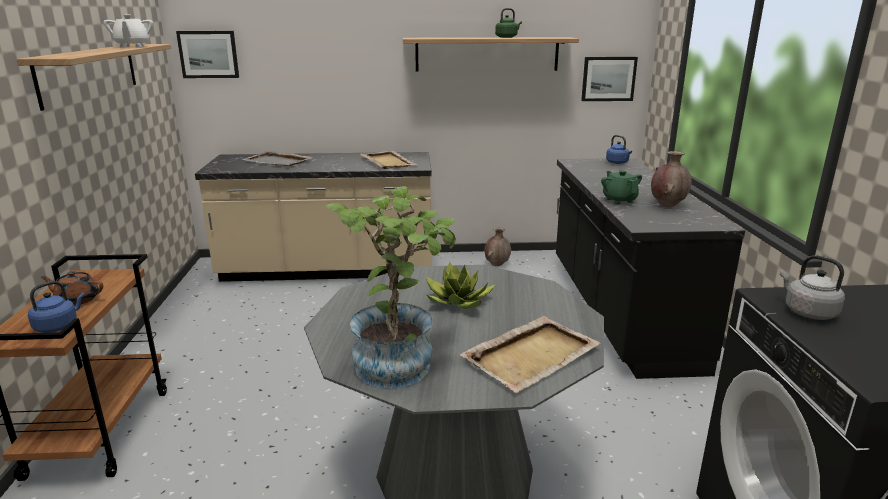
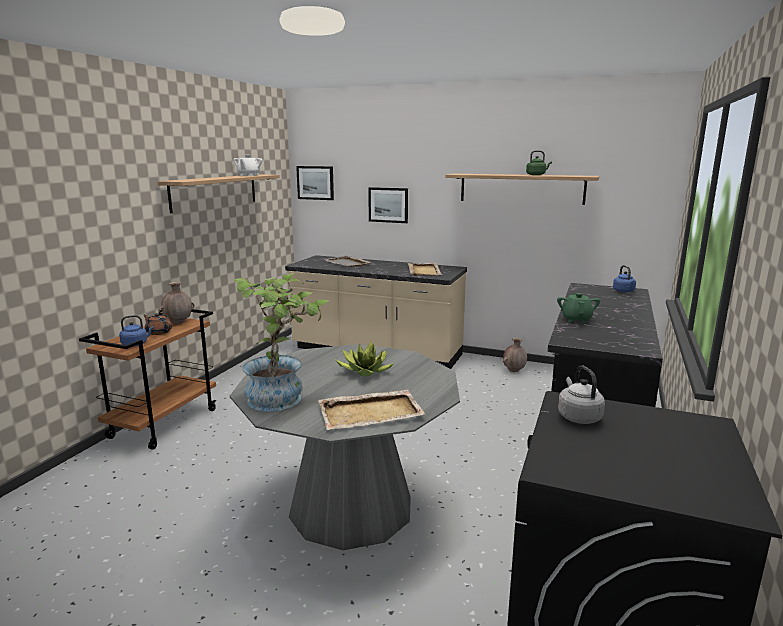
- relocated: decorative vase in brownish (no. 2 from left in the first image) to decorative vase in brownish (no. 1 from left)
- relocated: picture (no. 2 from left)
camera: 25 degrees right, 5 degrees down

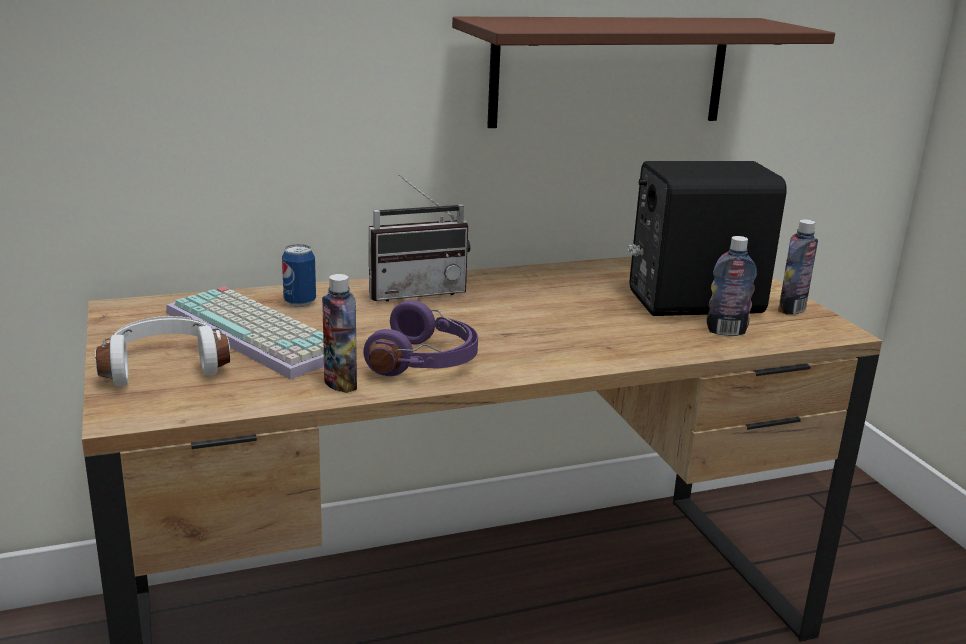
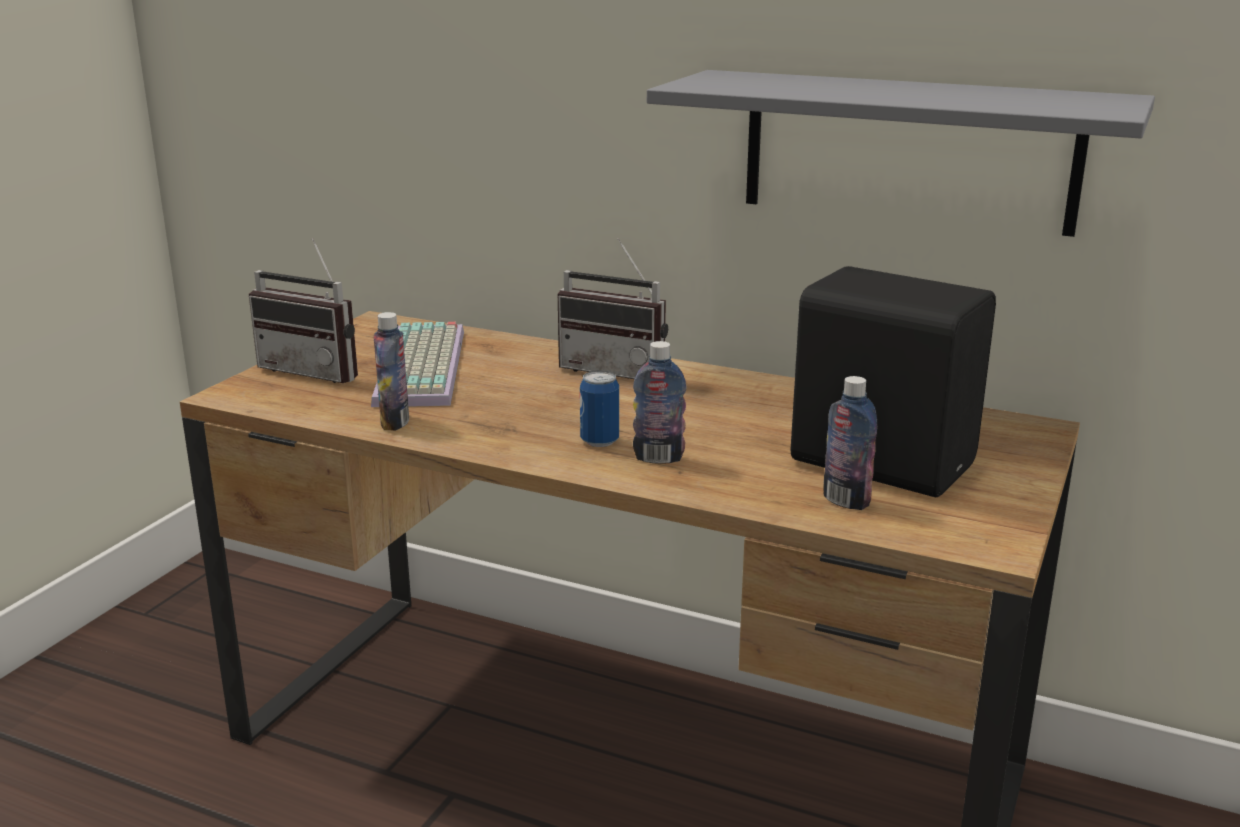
- exchanged: headset in white-coloured to radio set (no. 1 from left)
- relocated: can
- relocated: drink bottle (no. 3 from left in the first image) to drink bottle (no. 2 from left)
- colour: shelf in brownish to shelf in grey
- missing: headset in purple
camera: 45 degrees right, 0 degrees up

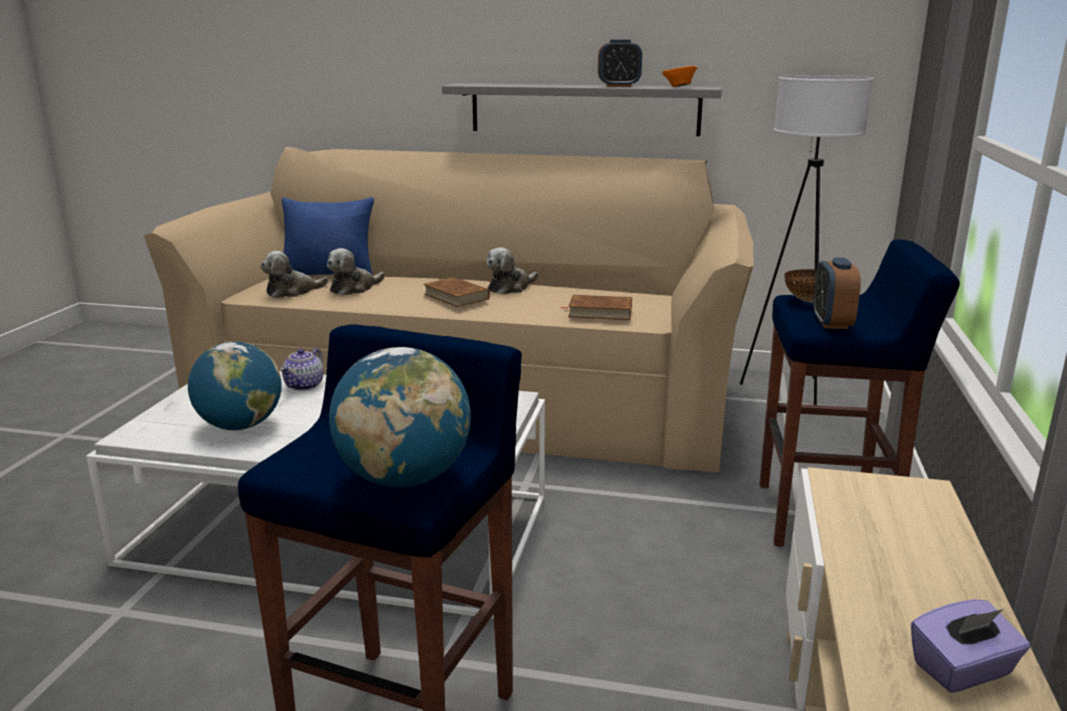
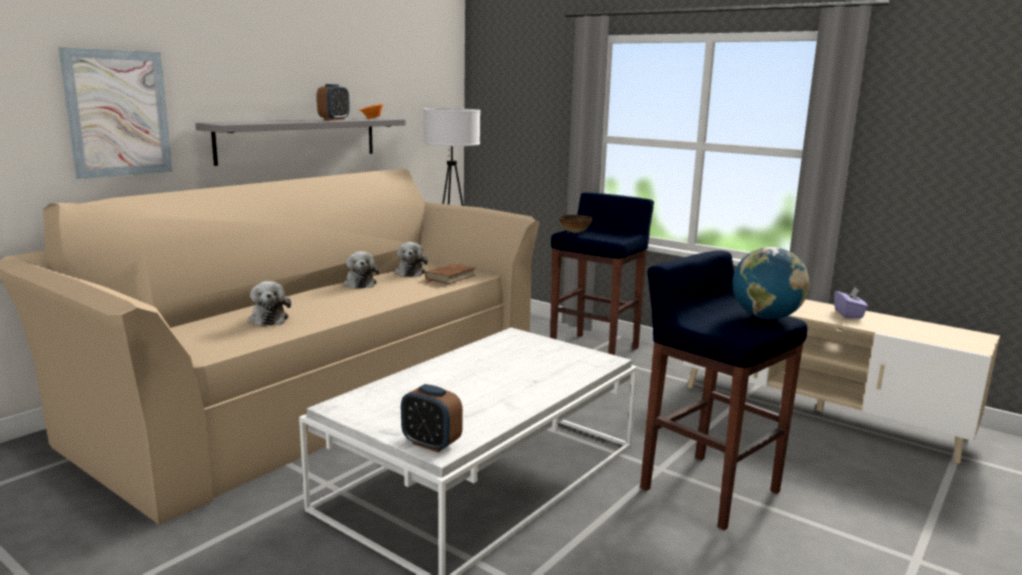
- appeared: picture
- relocated: cuddly toy (no. 1 from left in the first image) to cuddly toy (no. 3 from left)
- relocated: alarm clock (no. 2 from left)
- missing: globe (no. 1 from left)
- missing: teapot
- missing: throw pillow in blue
- missing: bound book in brownish (no. 1 from left)
camera: 65 degrees left, 5 degrees down

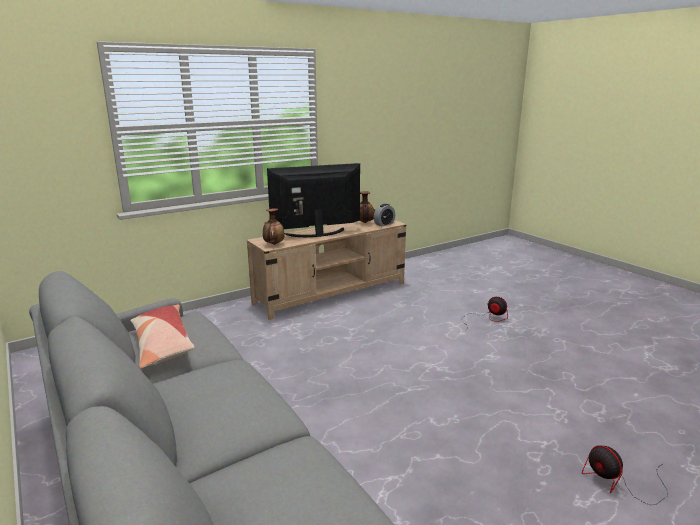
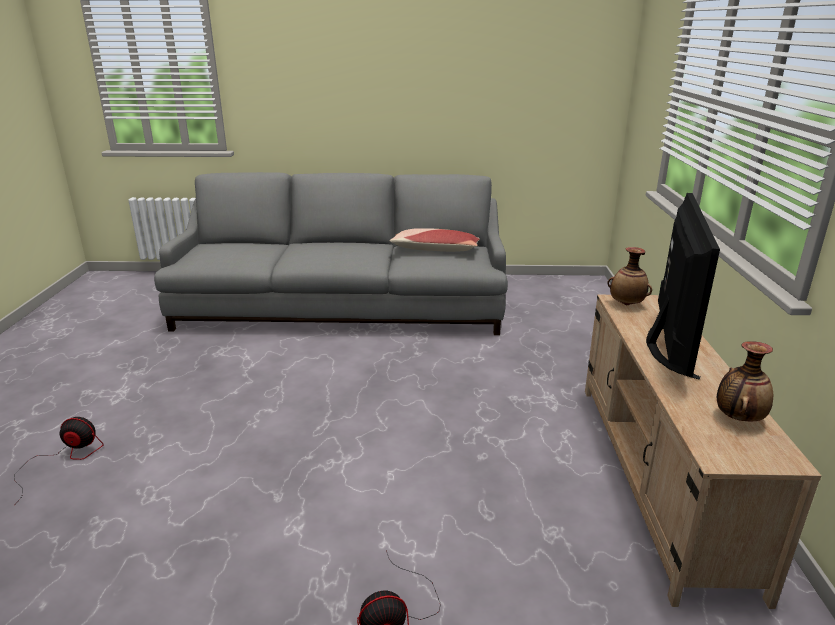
- missing: alarm clock
camera: 125 degrees right, 5 degrees up

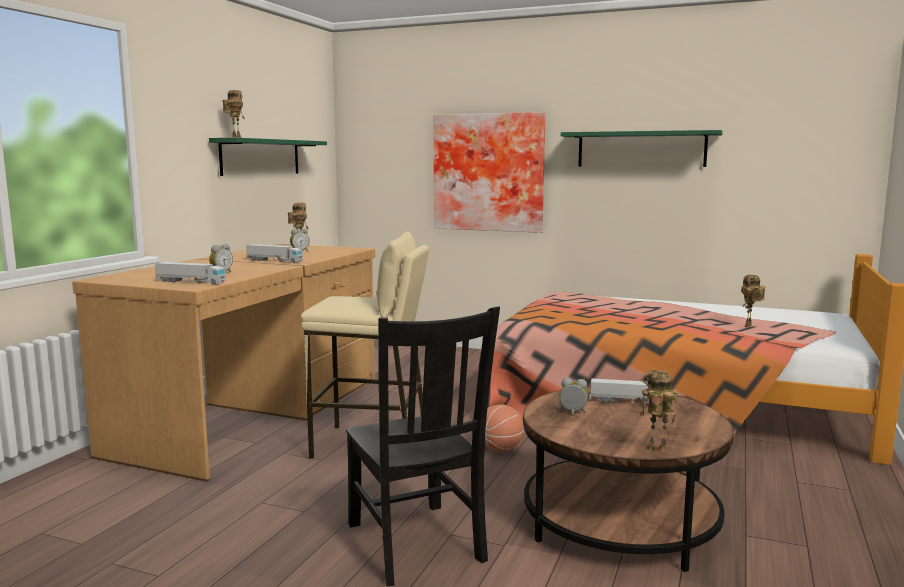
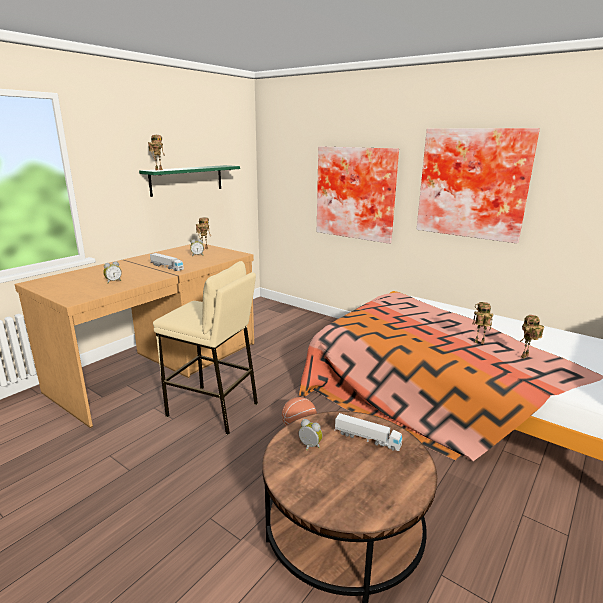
- exchanged: shelf in green-coloured (no. 2 from left) to picture (no. 2 from left)
- relocated: model robot (no. 3 from left)
- missing: model truck (no. 1 from left)
- missing: upright chair in black
camera: 15 degrees right, 10 degrees up

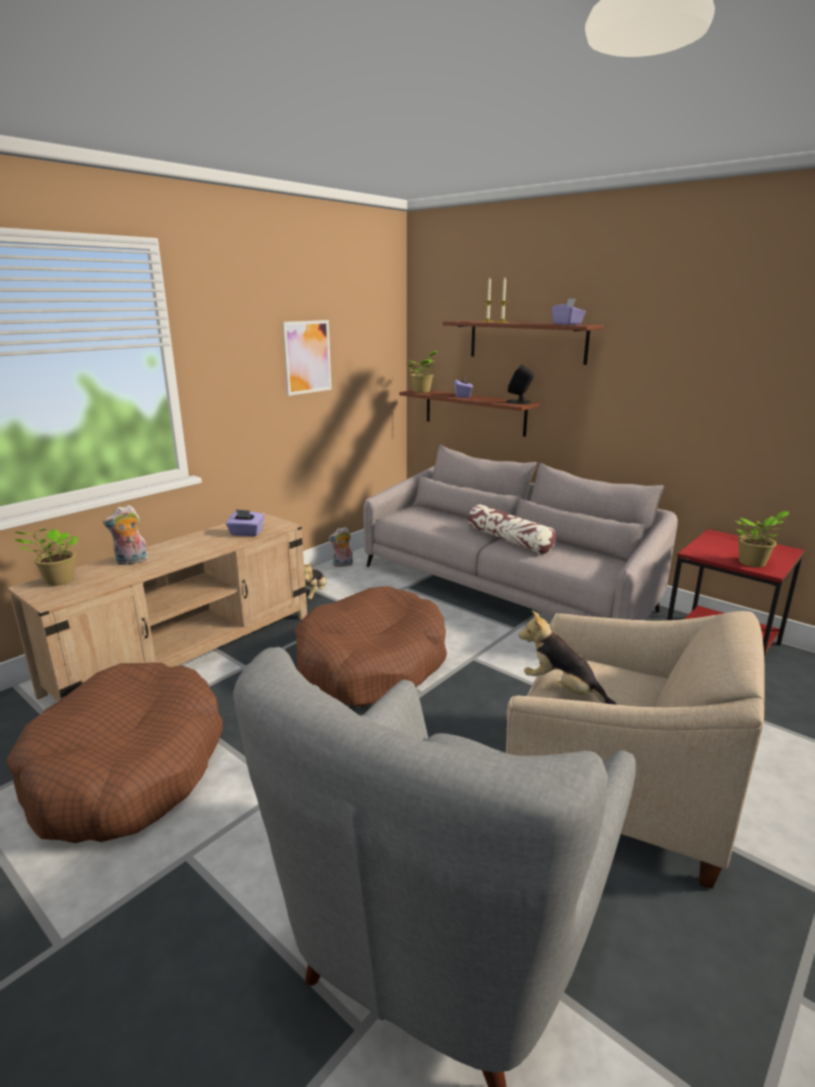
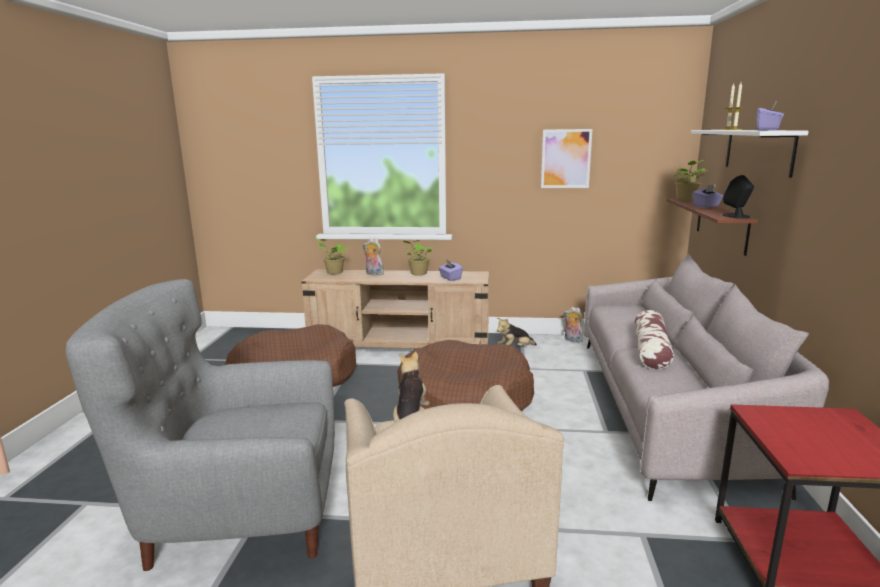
- relocated: houseplant (no. 3 from left in the first image) to houseplant (no. 2 from left)
- colour: shelf in brownish (no. 2 from left) to shelf in white-coloured
camera: 55 degrees right, 5 degrees down

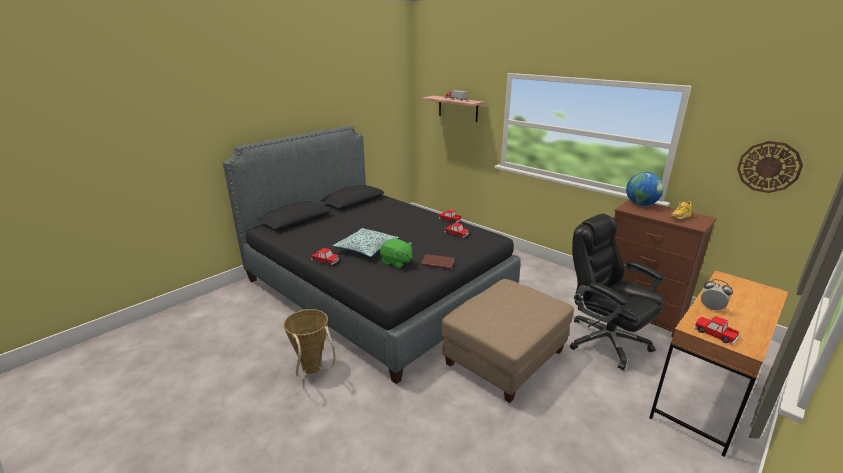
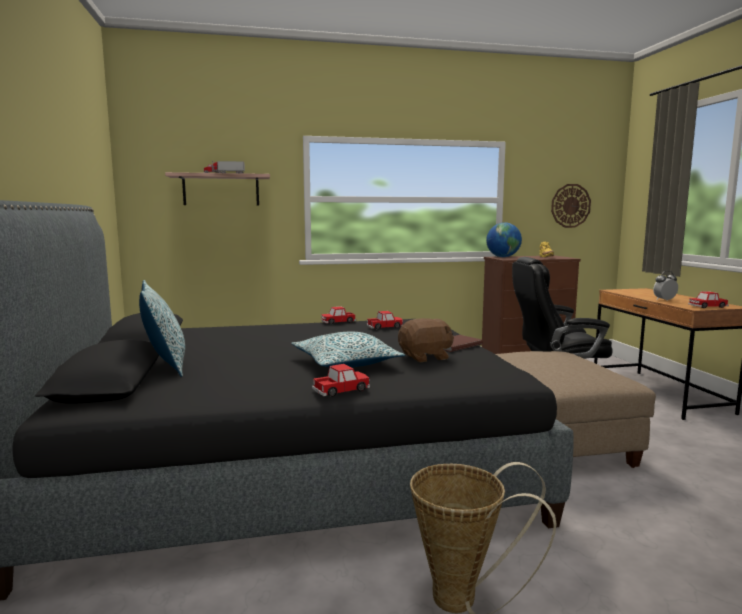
- appeared: throw pillow (no. 1 from left)
- colour: cuddly toy in green-coloured to cuddly toy in brownish
camera: 55 degrees left, 15 degrees down

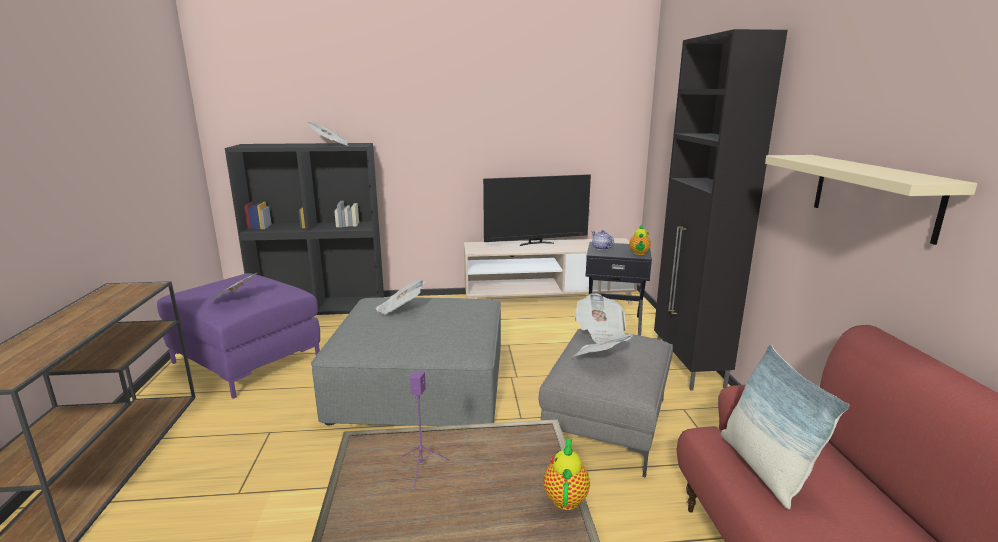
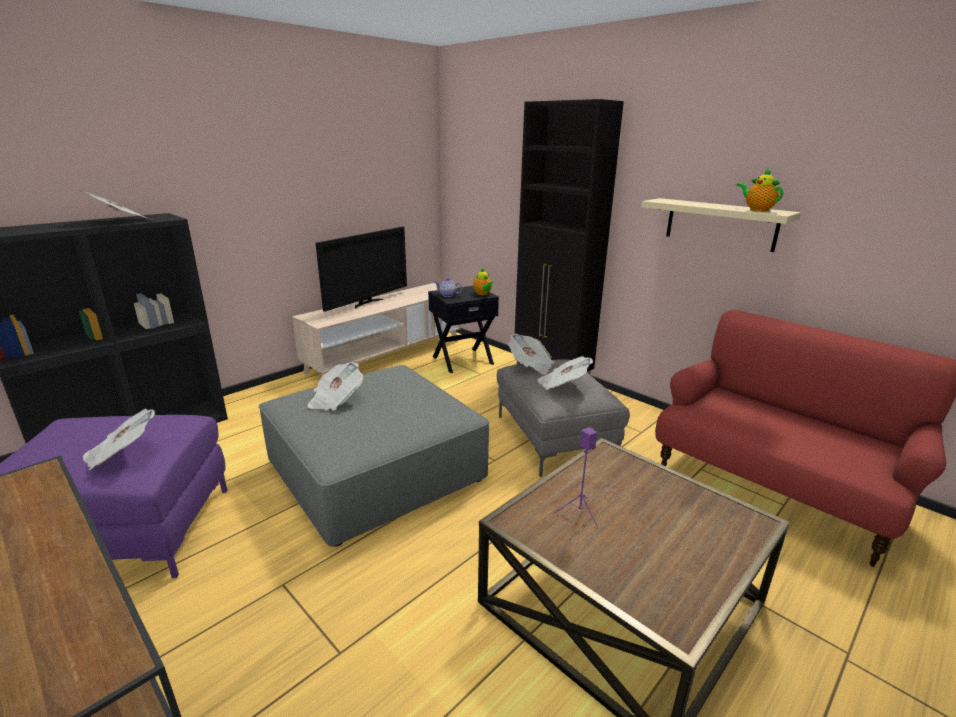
- relocated: teapot (no. 1 from left in the first image) to teapot (no. 3 from left)
- missing: throw pillow
camera: 40 degrees left, 5 degrees up

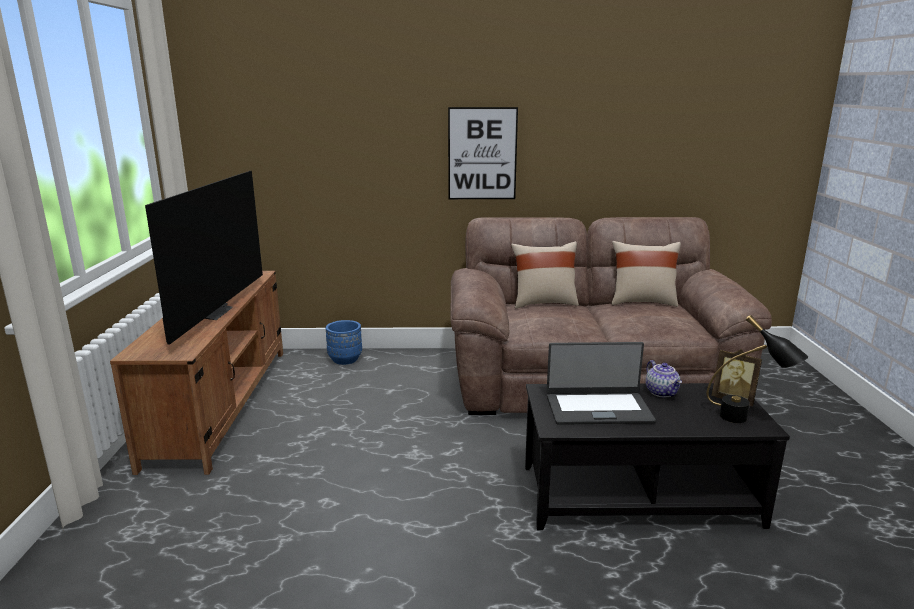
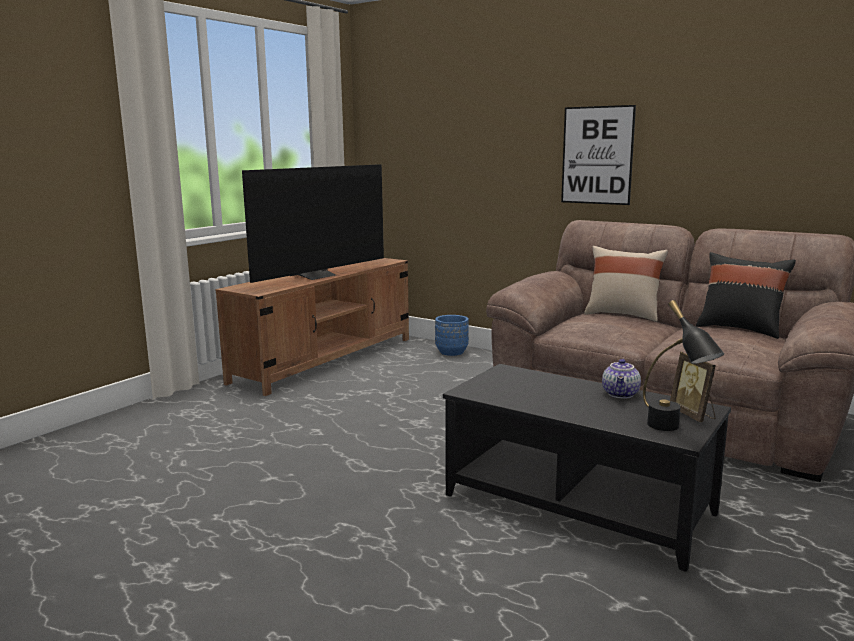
- colour: throw pillow in beige (no. 2 from left) to throw pillow in black
- missing: notebook computer
camera: 35 degrees right, 5 degrees down

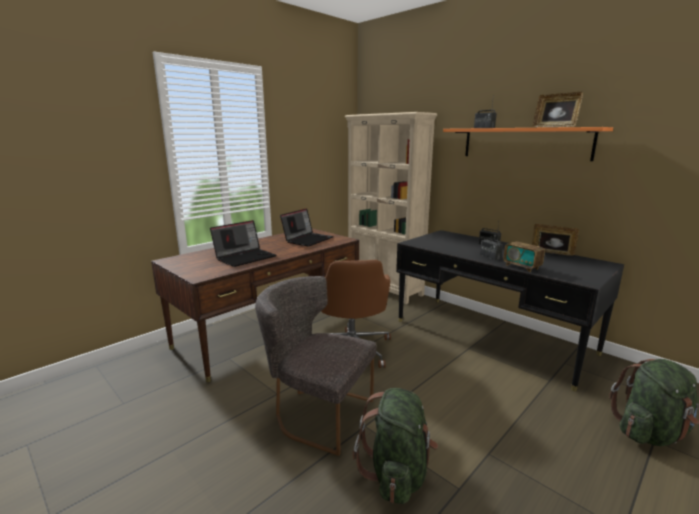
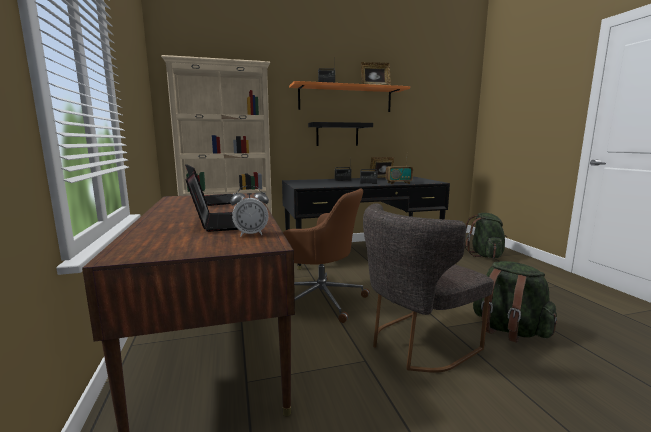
- appeared: alarm clock
- appeared: shelf in black
camera: 60 degrees left, 5 degrees down

